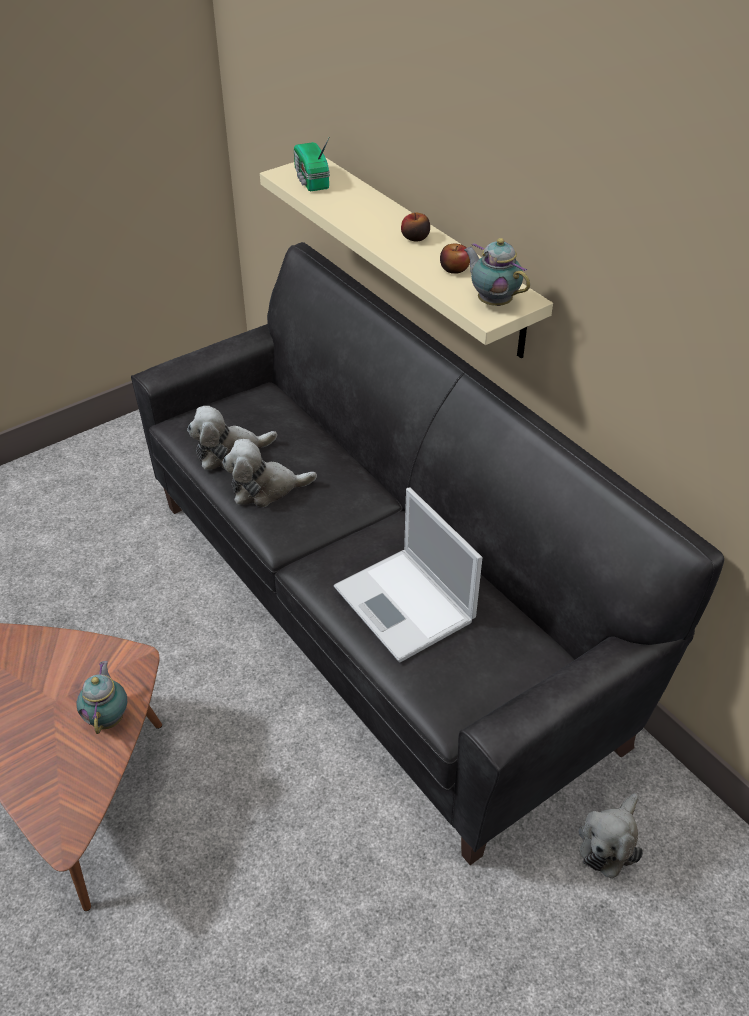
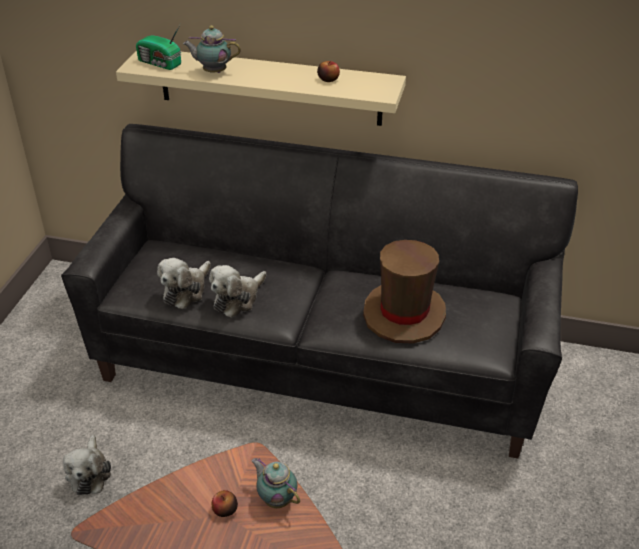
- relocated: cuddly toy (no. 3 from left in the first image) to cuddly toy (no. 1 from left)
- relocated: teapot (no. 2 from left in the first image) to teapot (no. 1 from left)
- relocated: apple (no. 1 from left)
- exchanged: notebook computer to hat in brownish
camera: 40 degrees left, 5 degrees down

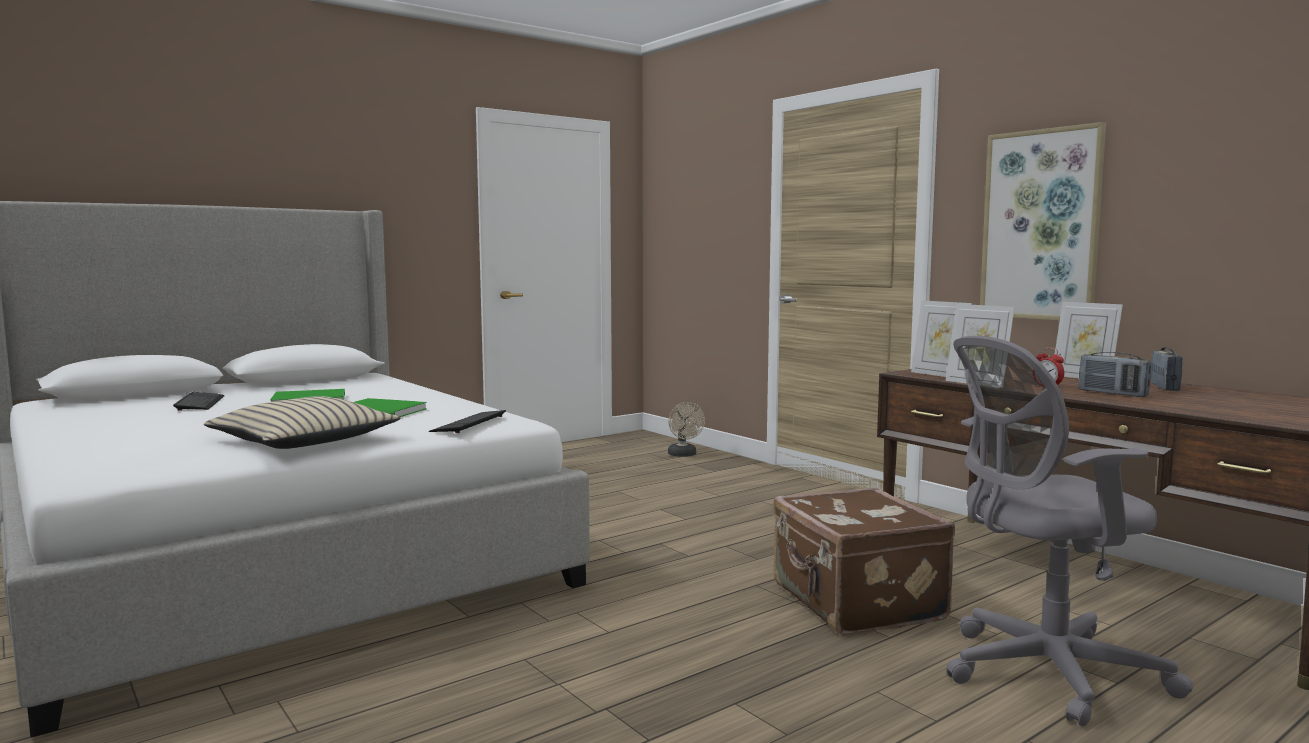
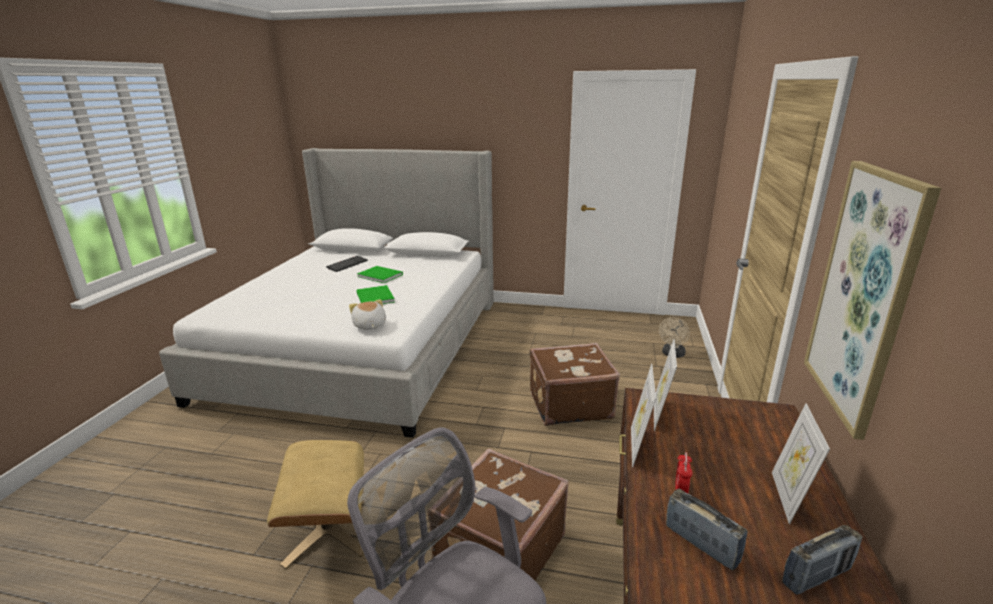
- appeared: pouffe in beige
- exchanged: PC keyboard (no. 2 from left) to cuddly toy
- appeared: travel case in brownish (no. 2 from left)
- spun: radio set (no. 1 from left) 135 degrees clockwise
- missing: throw pillow in beige
camera: 50 degrees right, 15 degrees up

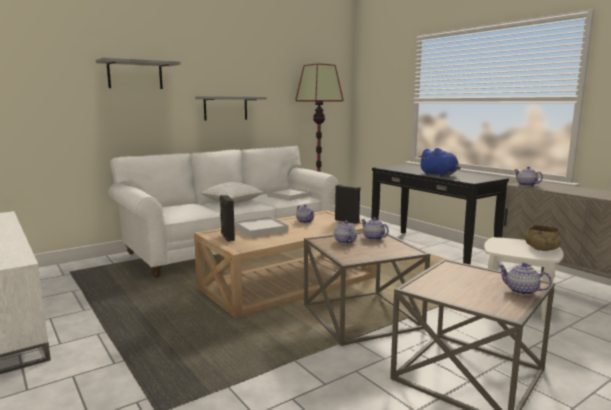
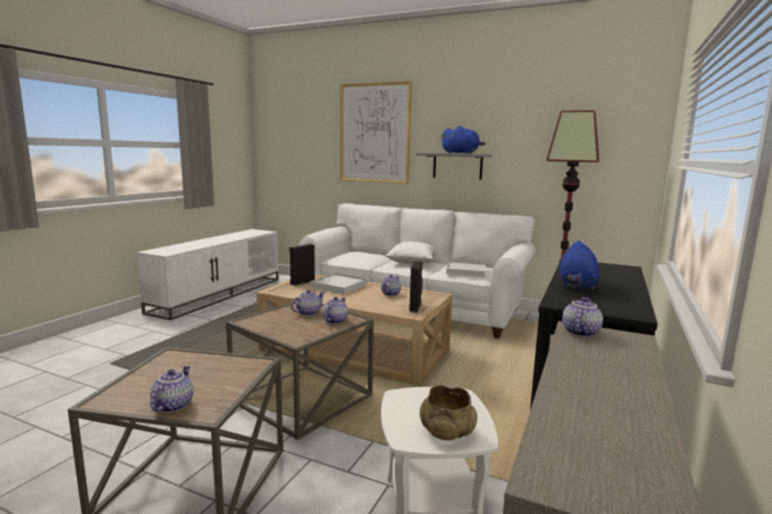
- exchanged: shelf in grey (no. 1 from left) to picture
- appeared: cuddly toy in blue (no. 1 from left)
camera: 60 degrees right, 0 degrees up

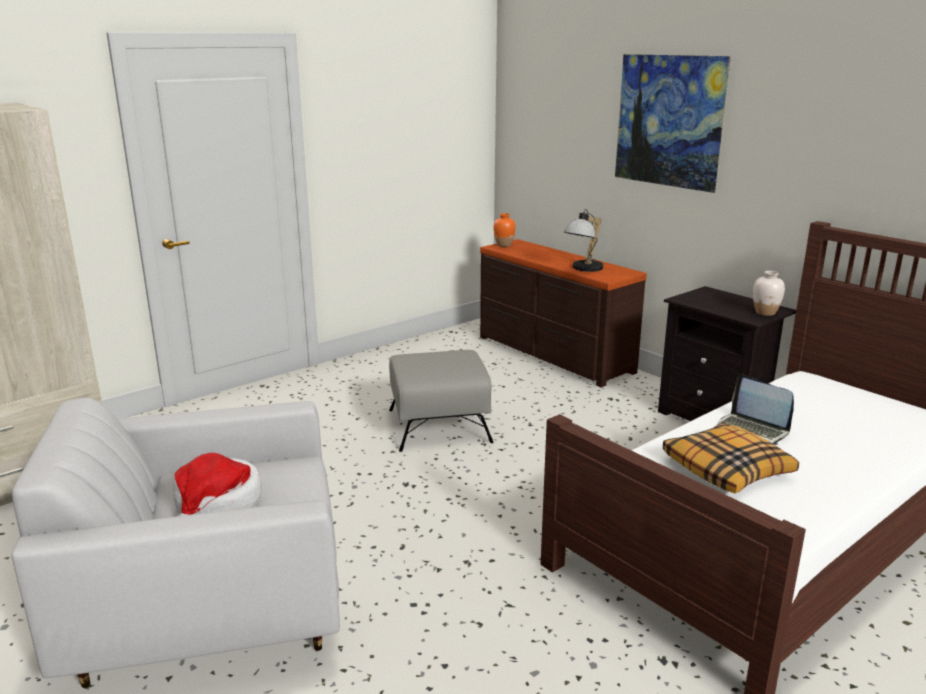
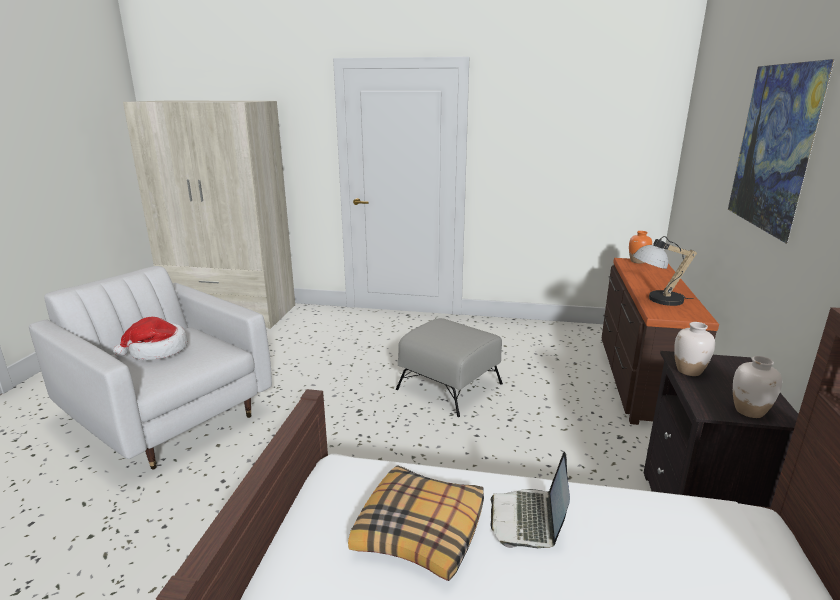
- appeared: decorative vase in white-coloured (no. 1 from left)
camera: 50 degrees right, 0 degrees up

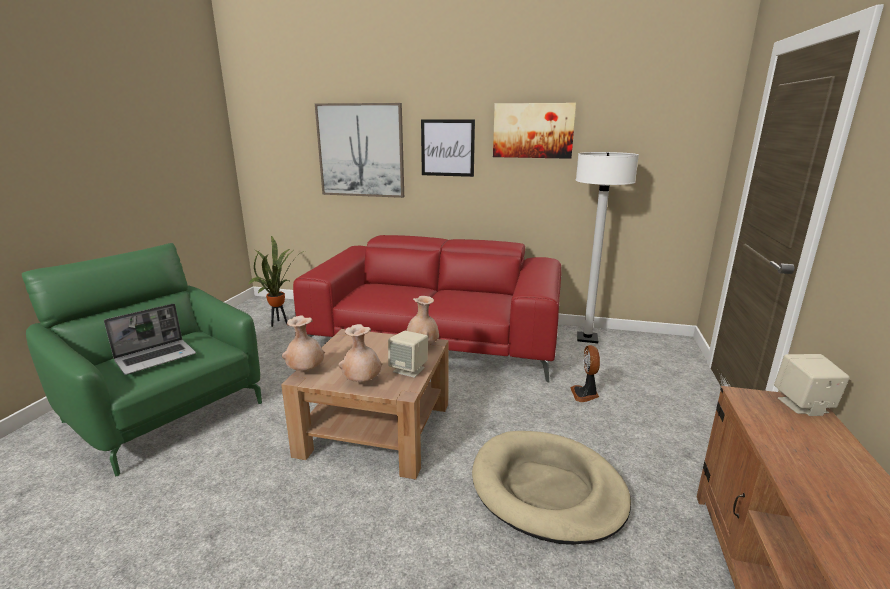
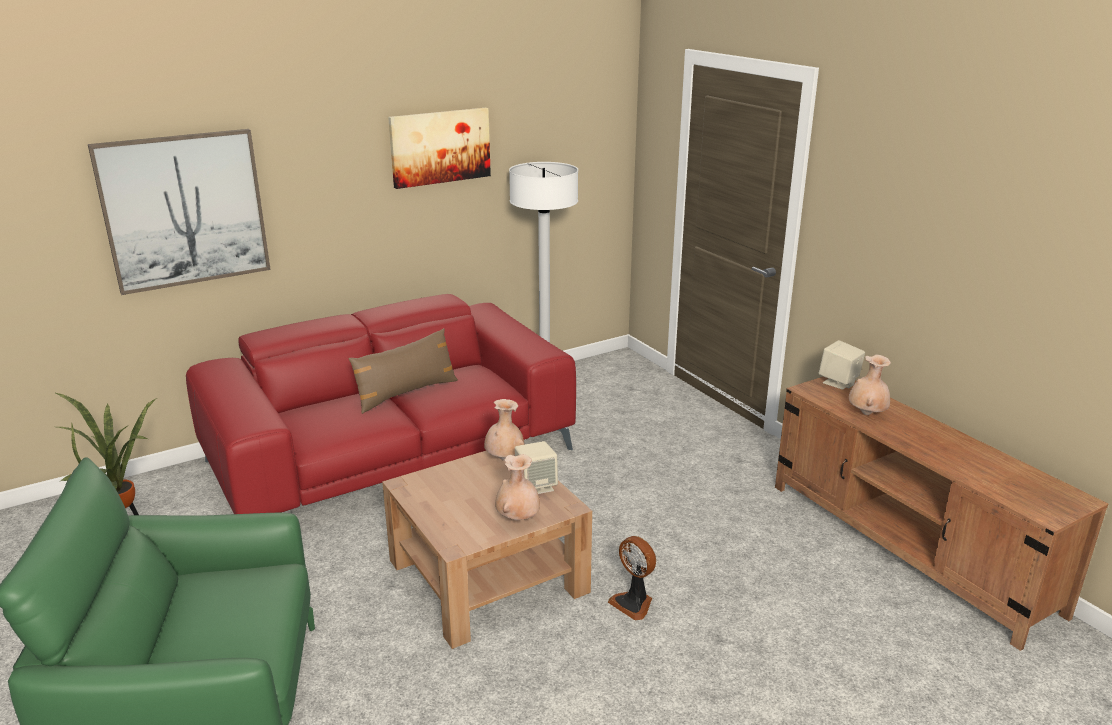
- appeared: throw pillow in brownish
- relocated: fan
- relocated: decorative vase in beige (no. 1 from left in the first image) to decorative vase in beige (no. 3 from left)
- missing: notebook computer
- missing: picture (no. 2 from left)
- missing: dog bed in beige
camera: 45 degrees left, 5 degrees up

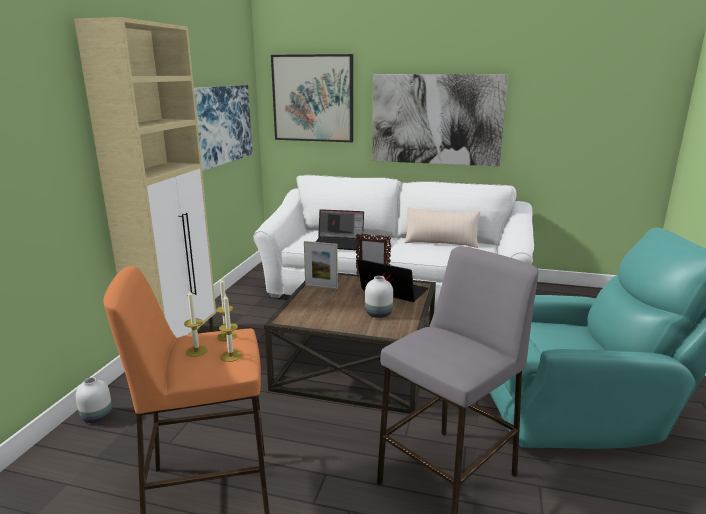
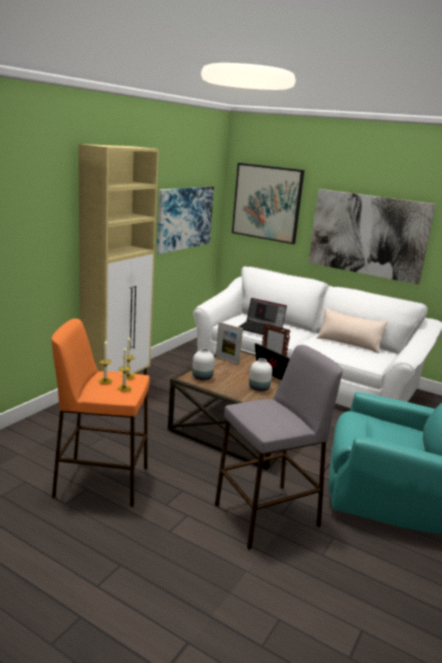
- relocated: decorative vase in white-coloured (no. 1 from left)
camera: 15 degrees right, 0 degrees up

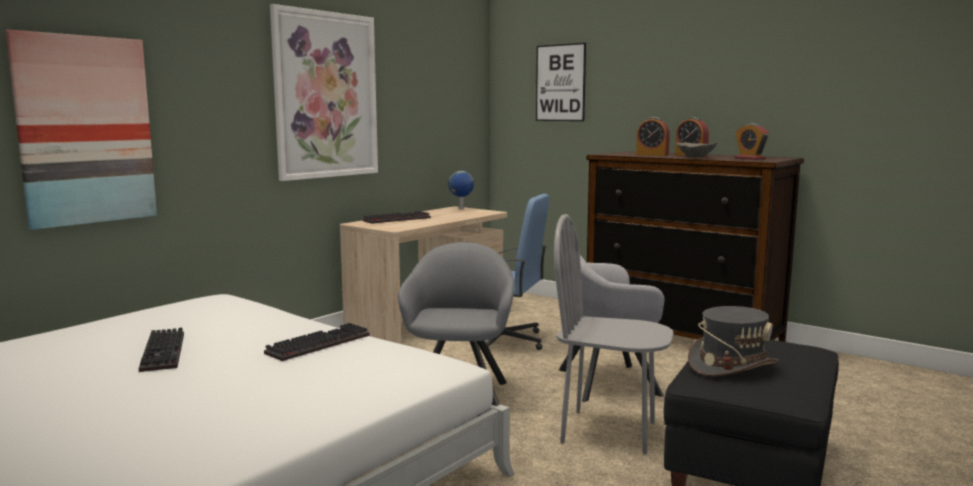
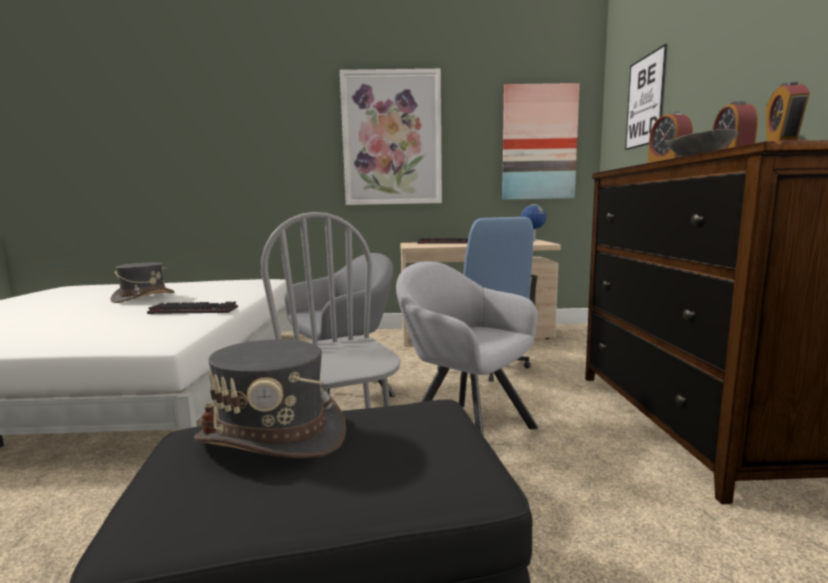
- exchanged: PC keyboard (no. 1 from left) to hat in grey (no. 1 from left)
- relocated: picture (no. 1 from left in the first image) to picture (no. 2 from left)
camera: 50 degrees right, 0 degrees up

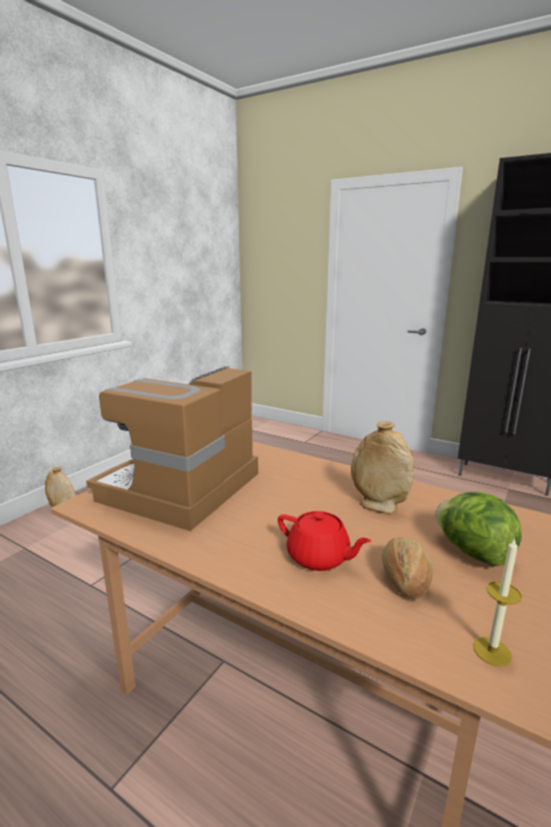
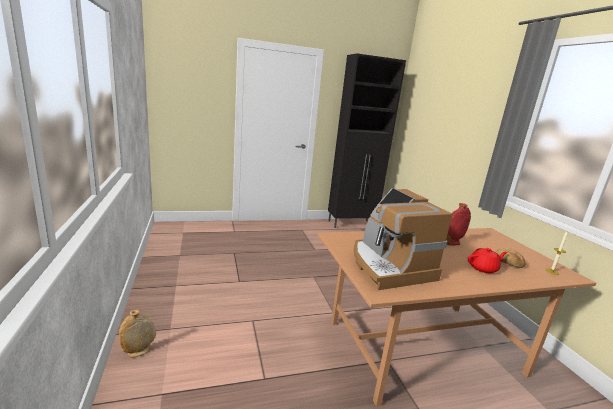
- colour: decorative vase in beige (no. 2 from left) to decorative vase in red
- missing: head of lettuce
camera: 50 degrees left, 0 degrees up

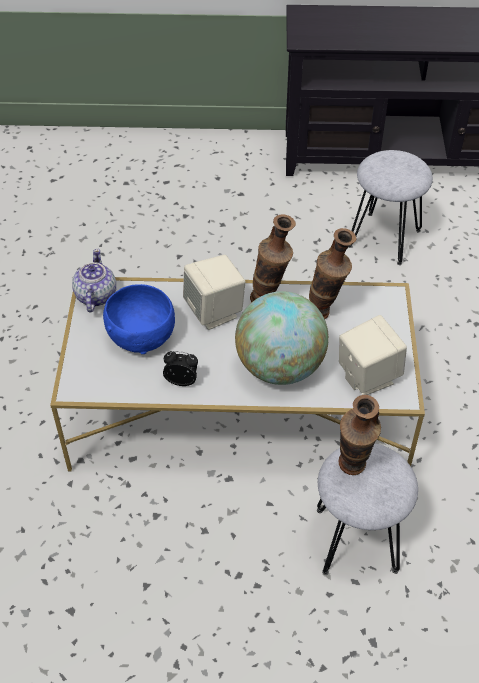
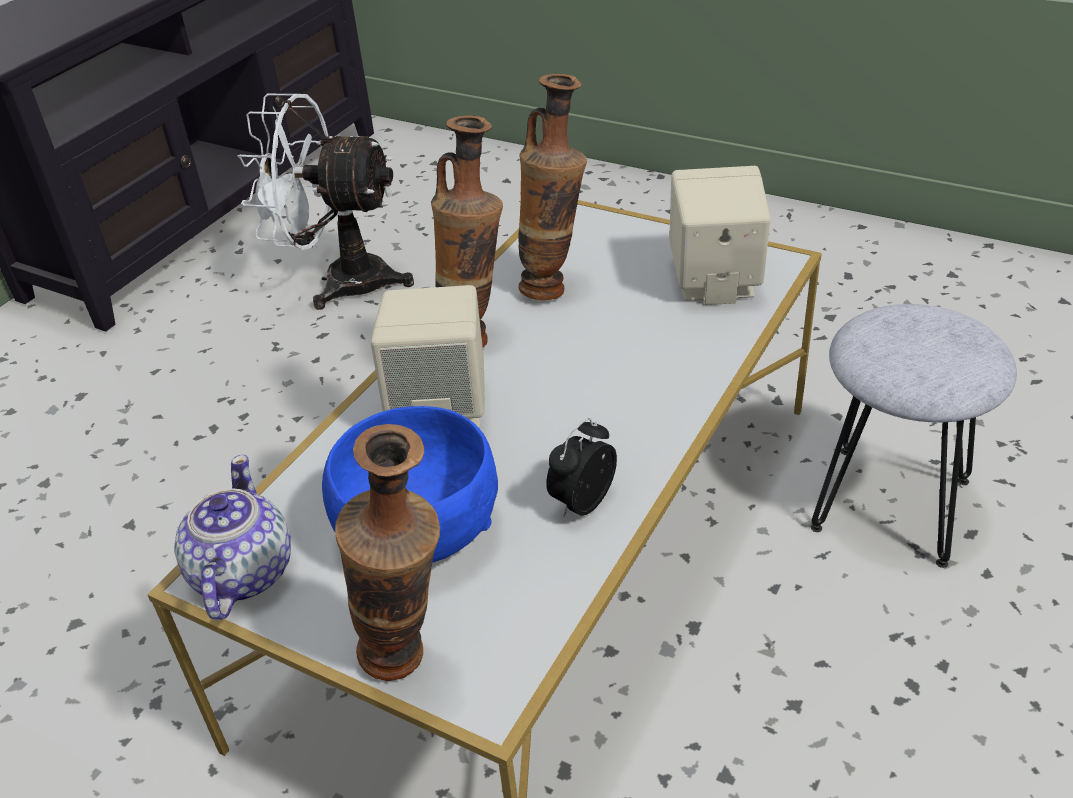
- spun: teapot 60 degrees clockwise
- exchanged: sitting stool in grey (no. 2 from left) to fan in white-coloured
- relocated: decorative vase (no. 3 from left in the first image) to decorative vase (no. 1 from left)
- missing: globe
camera: 60 degrees left, 10 degrees down

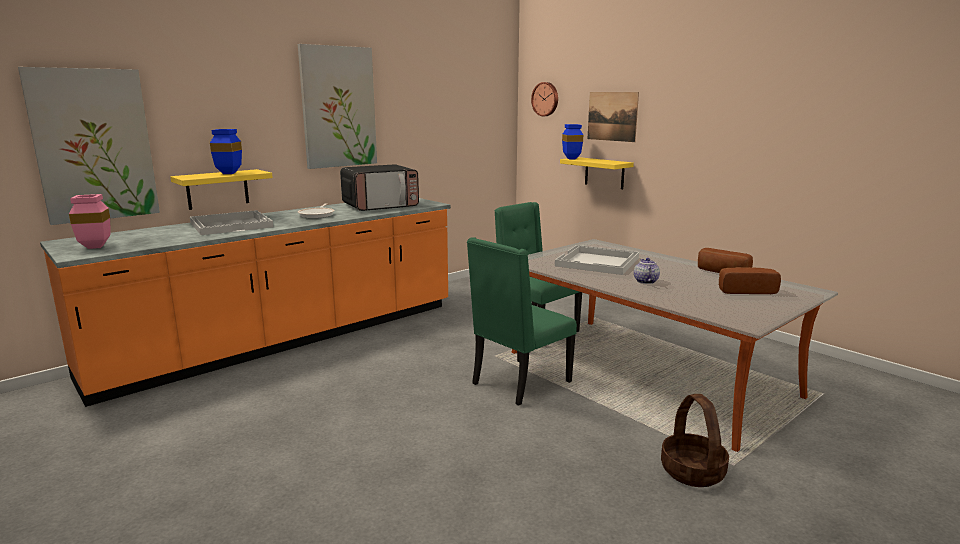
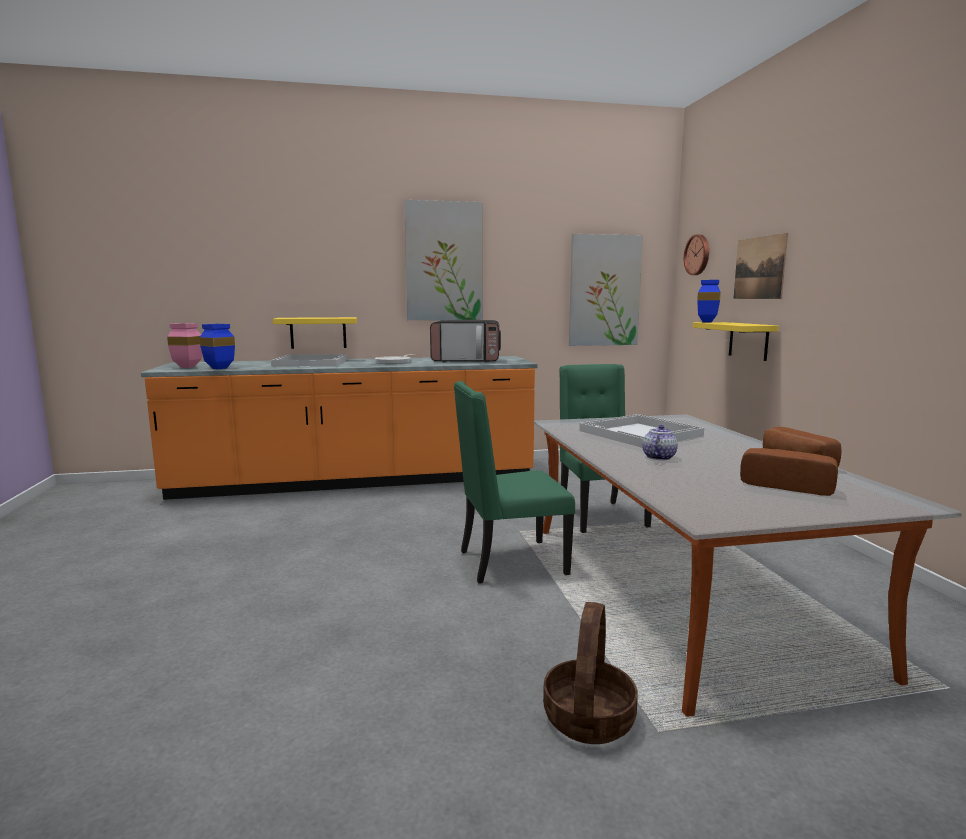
- relocated: decorative vase in blue (no. 1 from left)
- relocated: picture (no. 1 from left in the first image) to picture (no. 2 from left)
camera: 30 degrees right, 5 degrees down

